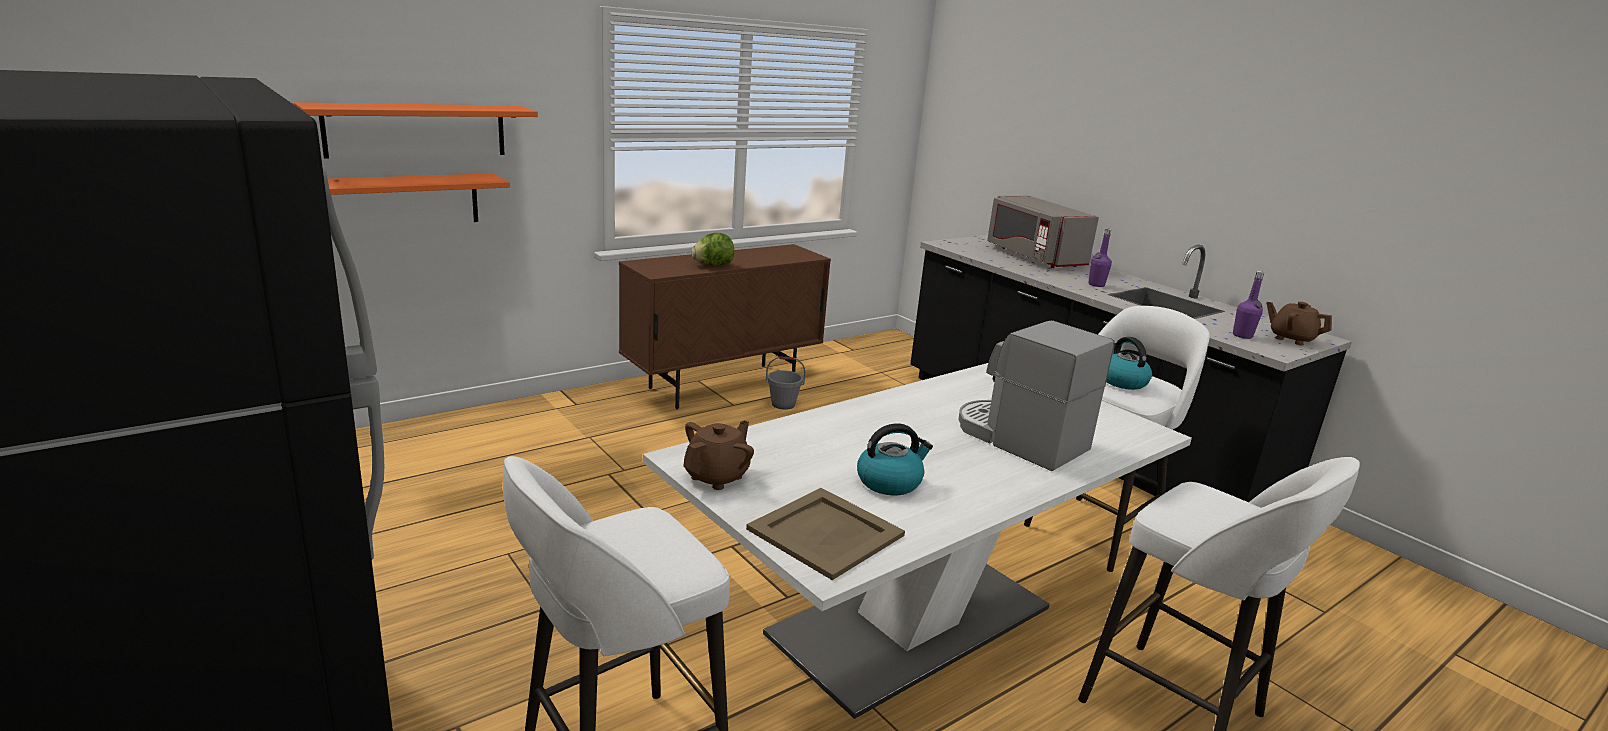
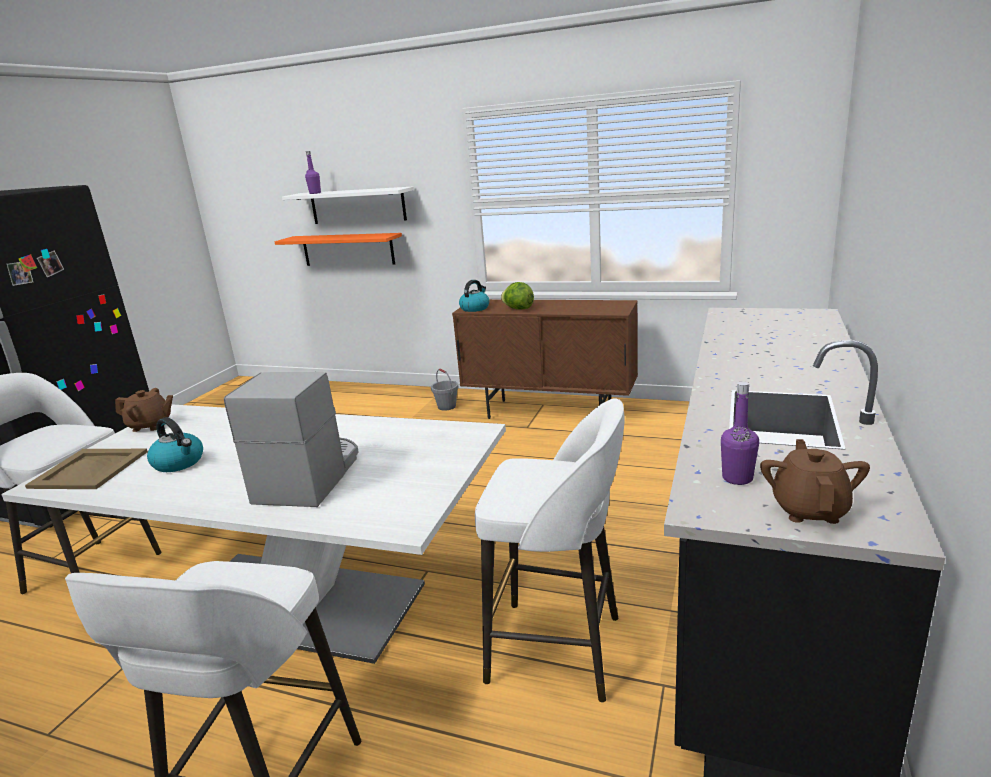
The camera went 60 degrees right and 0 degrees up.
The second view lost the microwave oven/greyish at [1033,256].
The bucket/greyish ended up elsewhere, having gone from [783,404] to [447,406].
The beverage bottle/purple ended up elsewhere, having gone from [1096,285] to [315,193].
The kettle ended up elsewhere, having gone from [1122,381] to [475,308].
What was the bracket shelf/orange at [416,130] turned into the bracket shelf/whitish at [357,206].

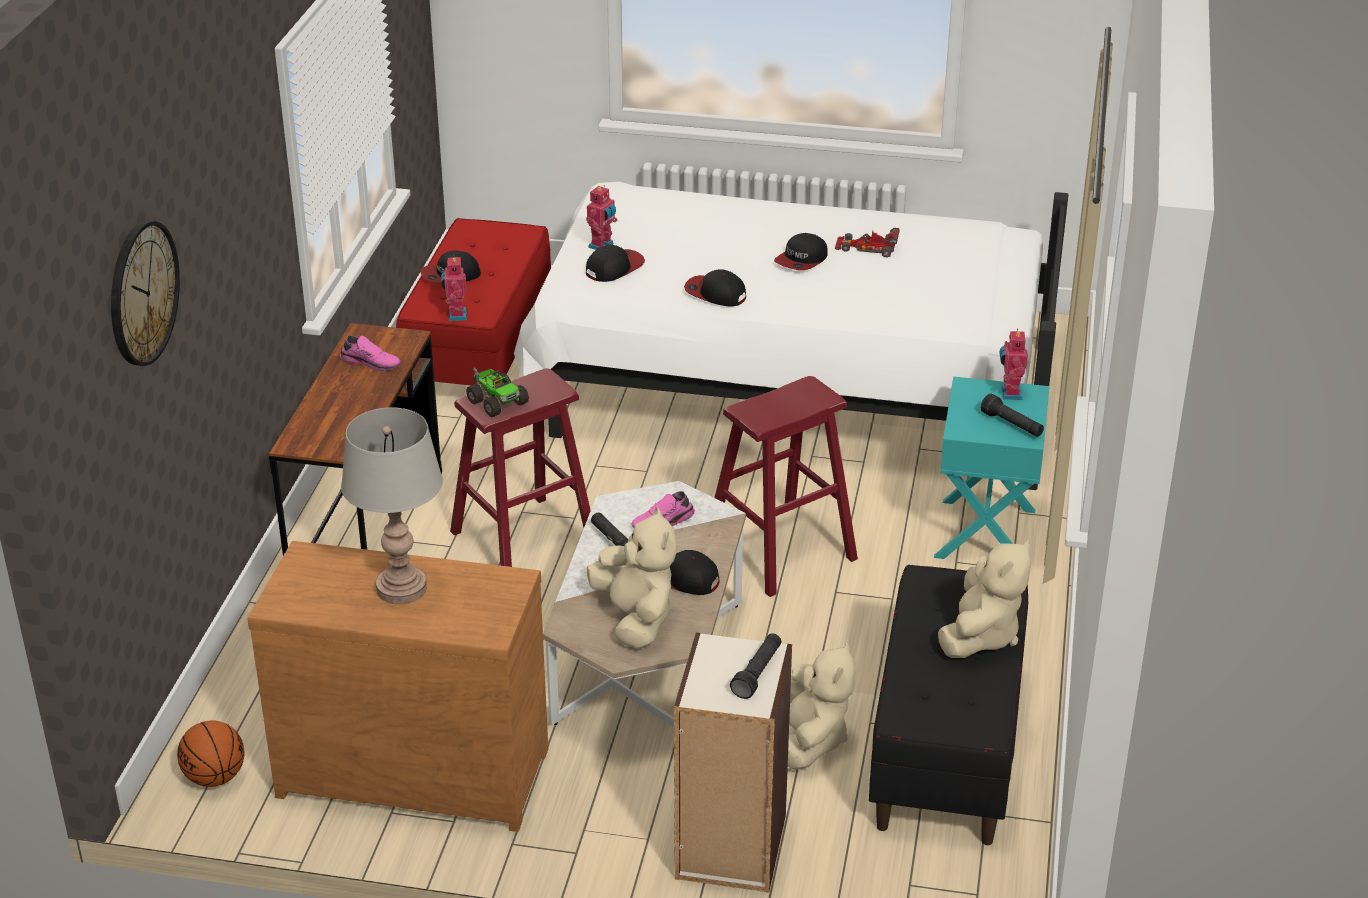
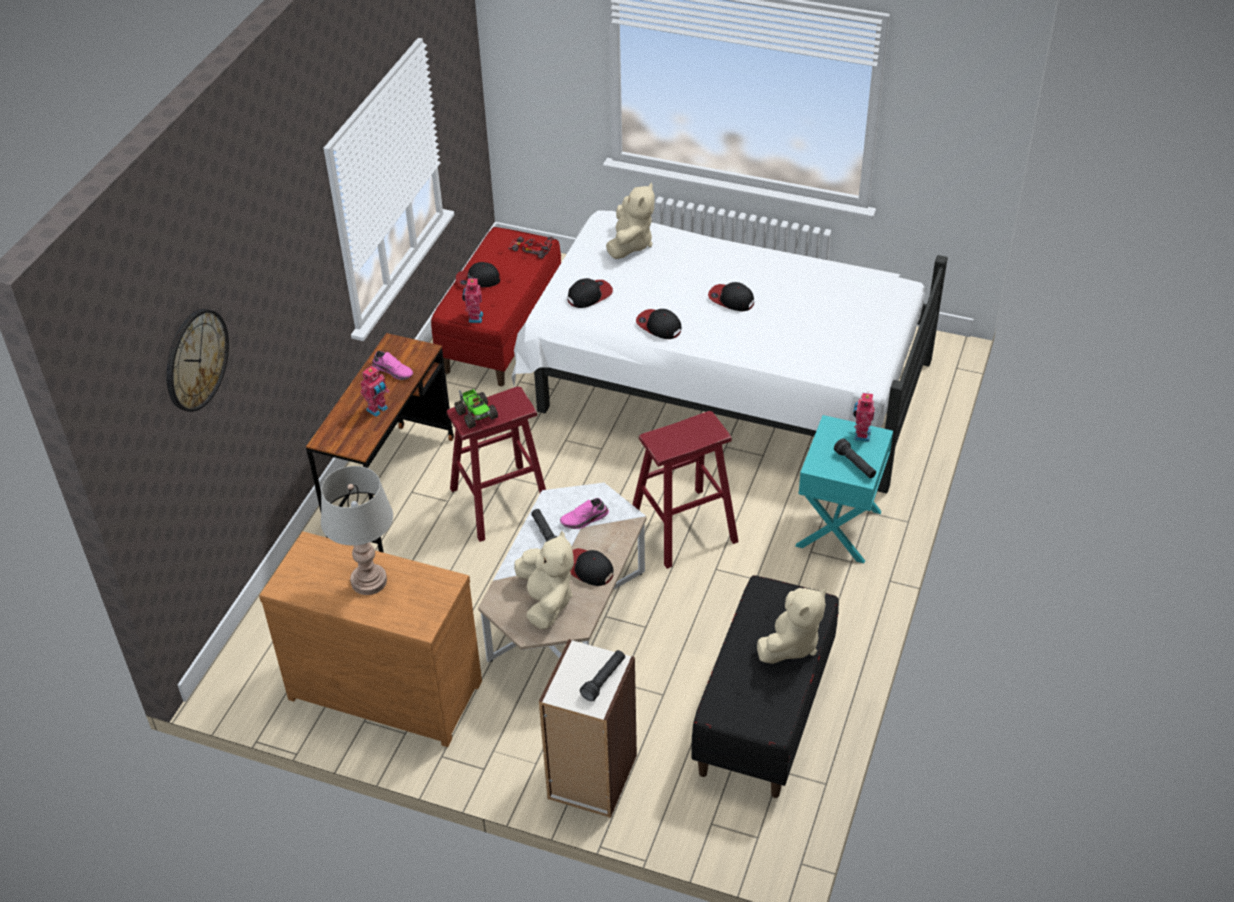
The camera went 10 degrees right and 10 degrees up.
The second view lost the basketball ball at [215,777].
The model robot ended up elsewhere, having gone from [602,246] to [378,410].
The soft toy/beige-coloured ended up elsewhere, having gone from [811,740] to [630,244].
The model car ended up elsewhere, having gone from [867,247] to [531,248].
The cap at [801,260] ended up facing another way, 75 degrees clockwise from before.

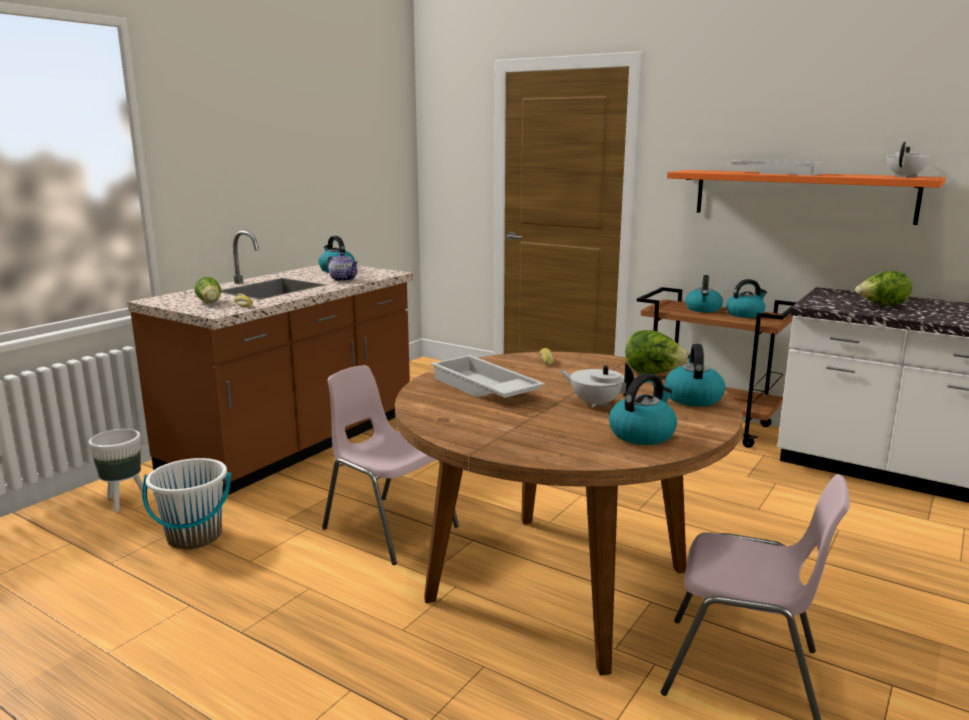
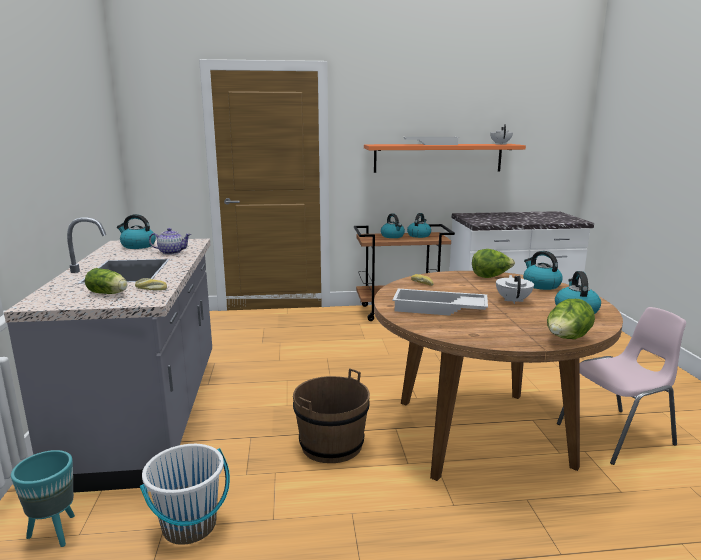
The camera went 40 degrees left and 0 degrees up.
The head of lettuce ended up elsewhere, having gone from [881,306] to [566,339].
Where the chair/pinkish stood at [388,527], the bucket/brown-coloured came to stand at [331,444].
What was the planter/whitish at [124,502] turned into the planter/turquoise at [55,533].
What was the counter/brown-coloured at [295,444] turned into the counter/greyish at [149,414].
The tea pot/whitish at [595,403] ended up facing another way, 105 degrees clockwise from before.

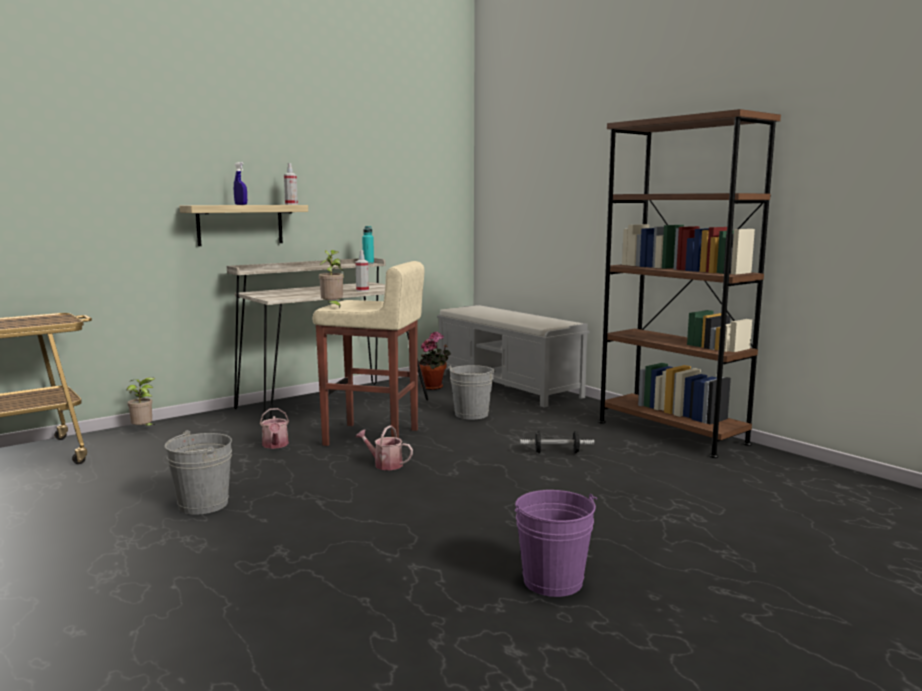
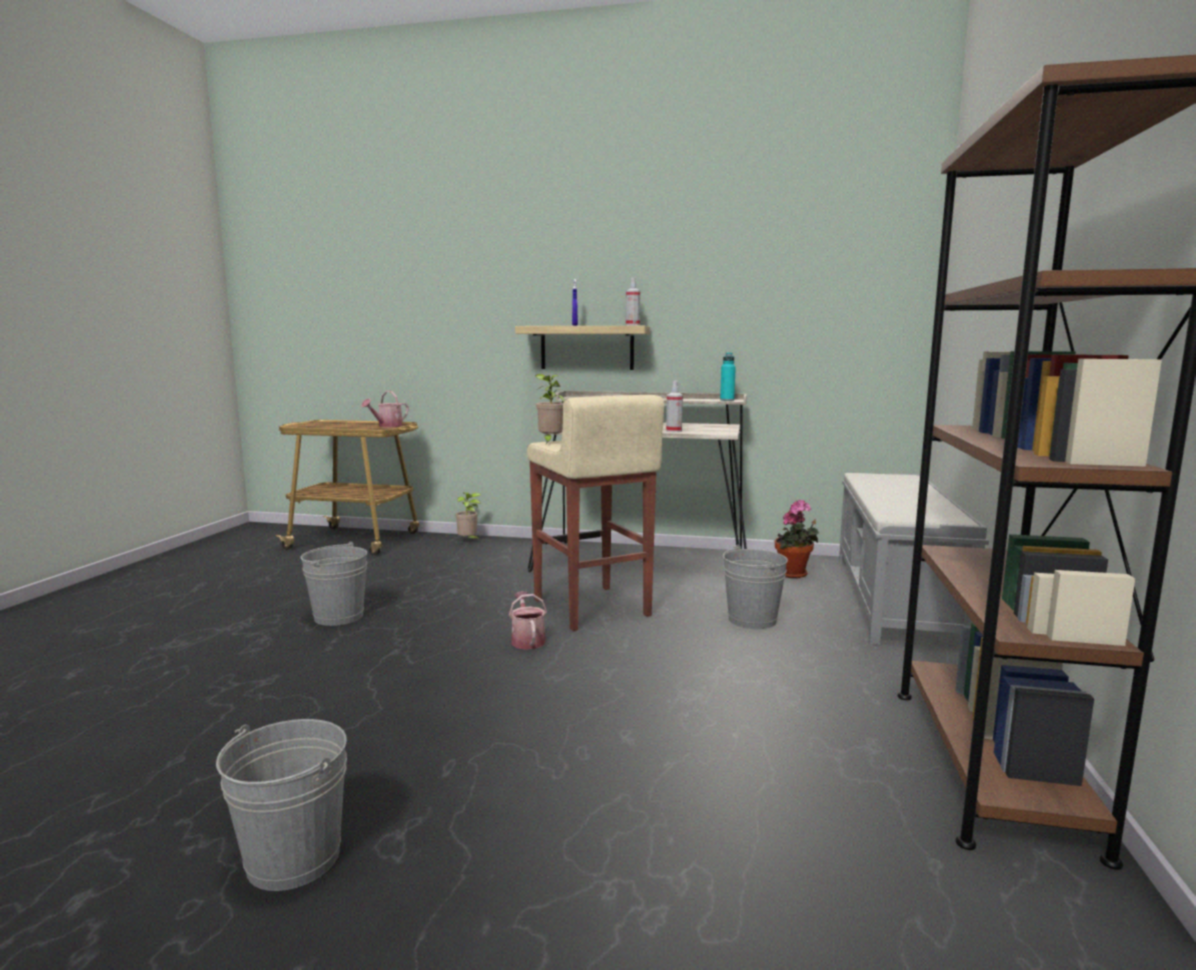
The camera went 50 degrees right and 0 degrees up.
The second view lost the dumbbell at [556,452].
The watering pot ended up elsewhere, having gone from [275,445] to [387,426].
What was the bucket/purple at [552,581] turned into the bucket/greyish at [293,858].

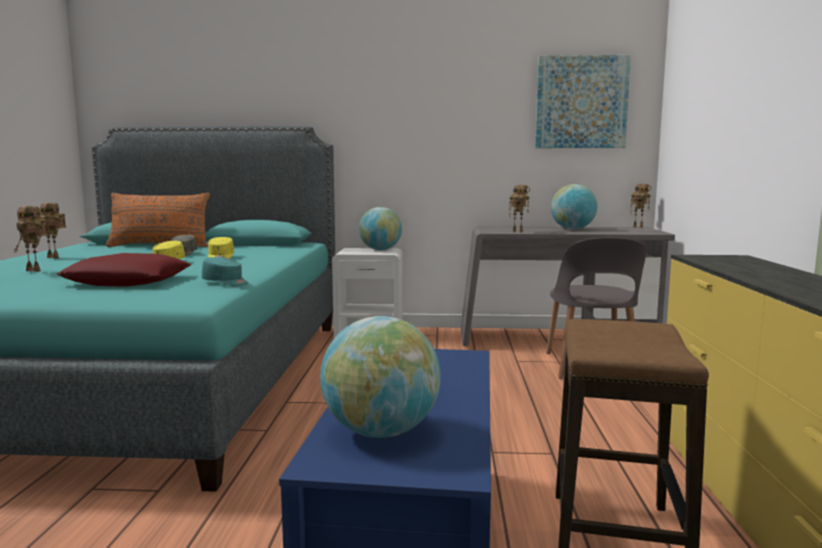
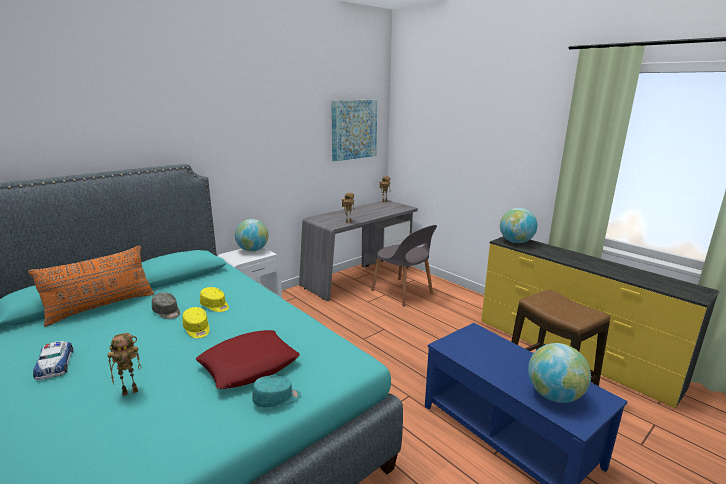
The camera went 45 degrees left and 10 degrees up.
The cap/turquoise ended up elsewhere, having gone from [226,283] to [277,399].
The globe ended up elsewhere, having gone from [573,229] to [516,242].
Where the model robot stood at [55,257], the model car came to stand at [55,364].

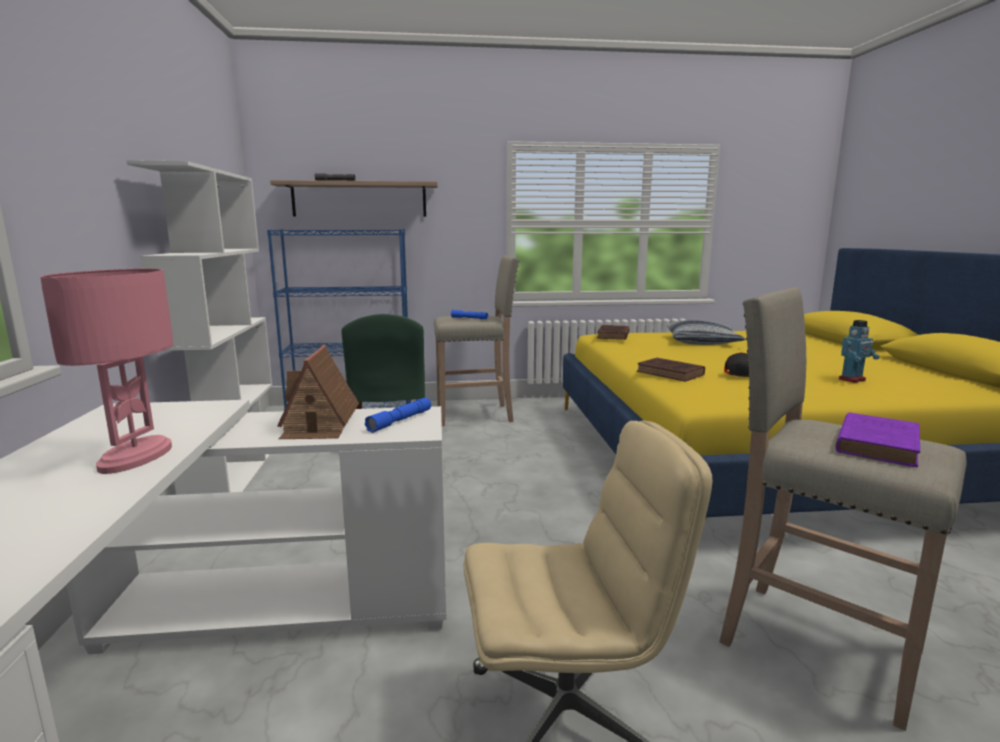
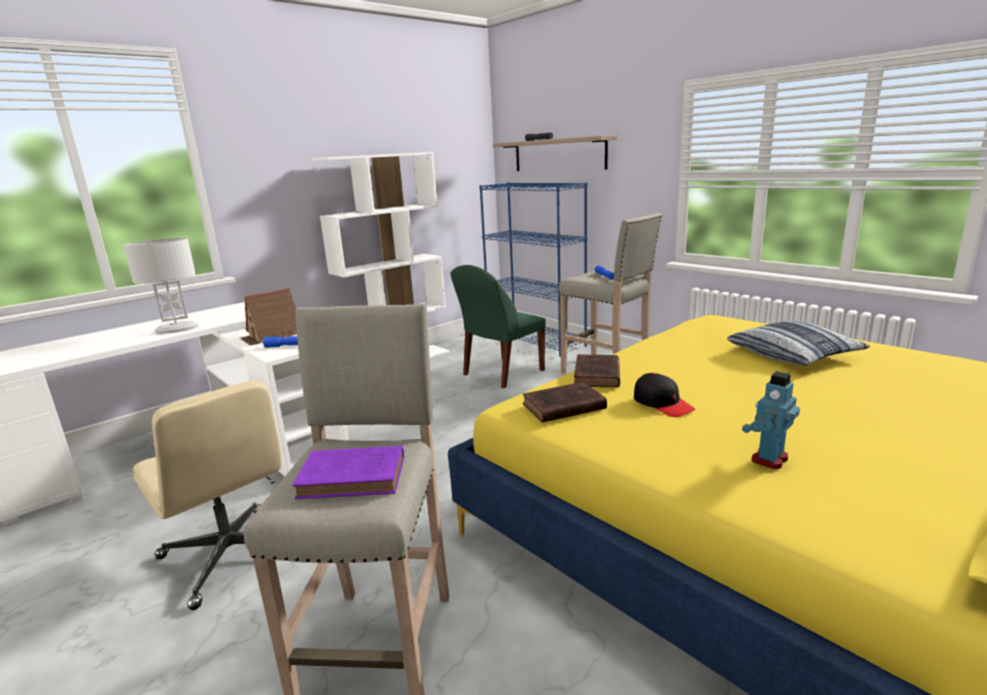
The camera went 55 degrees right and 5 degrees up.
The book/brown-coloured ended up elsewhere, having gone from [613,335] to [561,407].
What was the lamp for a table/pinkish at [137,457] turned into the lamp for a table/whitish at [177,329].
The model robot at [852,380] ended up facing another way, 105 degrees clockwise from before.

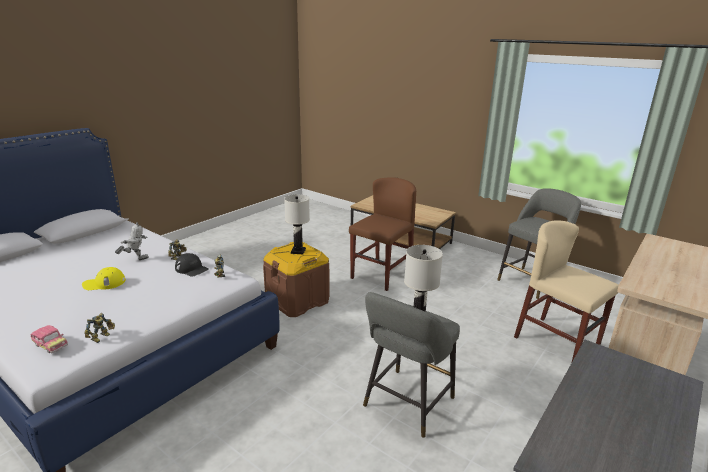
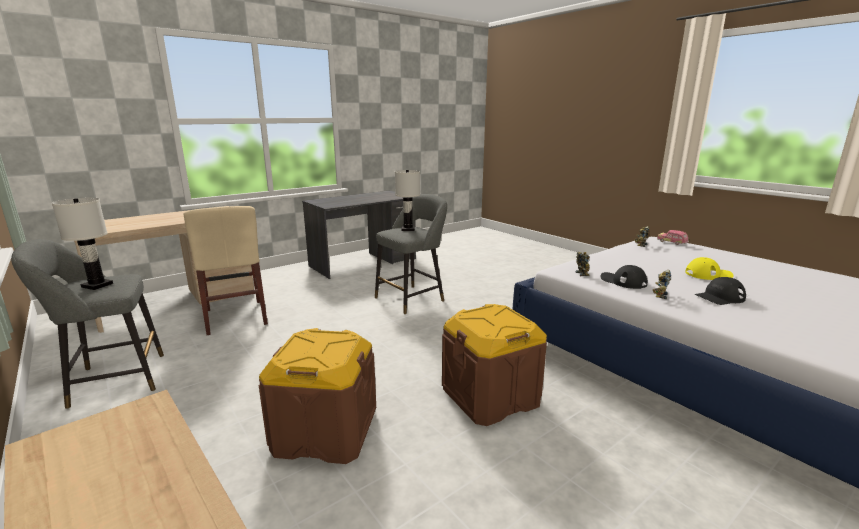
The camera went 165 degrees left and 5 degrees down.
The lamp for a table/whitish ended up elsewhere, having gone from [298,251] to [97,285].
Where the model robot stood at [135,259], the cap/black-coloured came to stand at [719,297].
Where the chair/brown-coloured stood at [381,275], the storage container/brown-coloured came to stand at [325,431].

